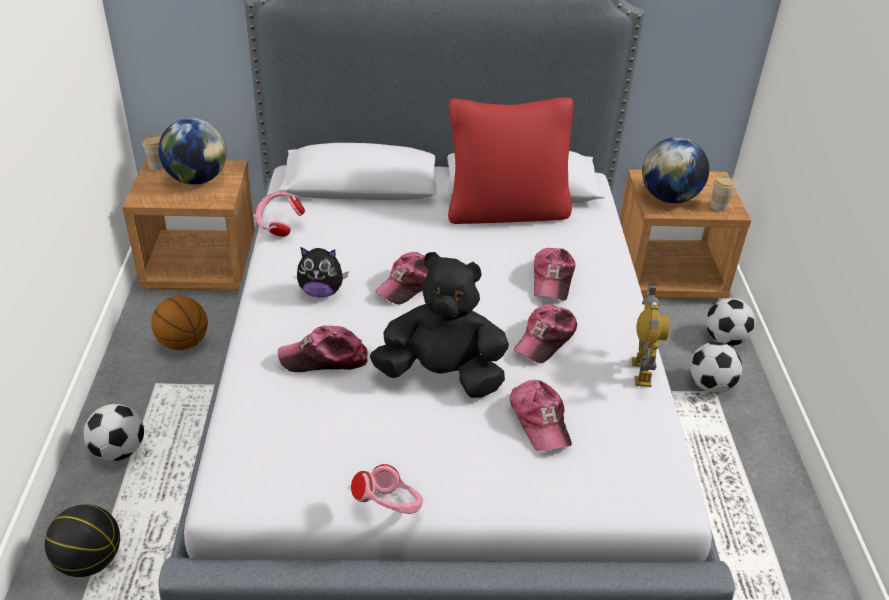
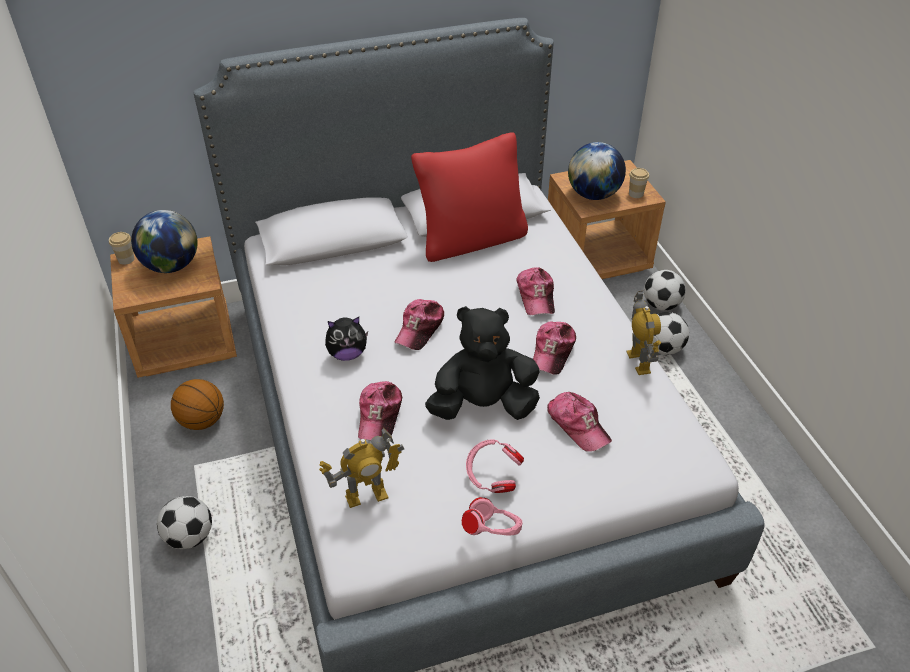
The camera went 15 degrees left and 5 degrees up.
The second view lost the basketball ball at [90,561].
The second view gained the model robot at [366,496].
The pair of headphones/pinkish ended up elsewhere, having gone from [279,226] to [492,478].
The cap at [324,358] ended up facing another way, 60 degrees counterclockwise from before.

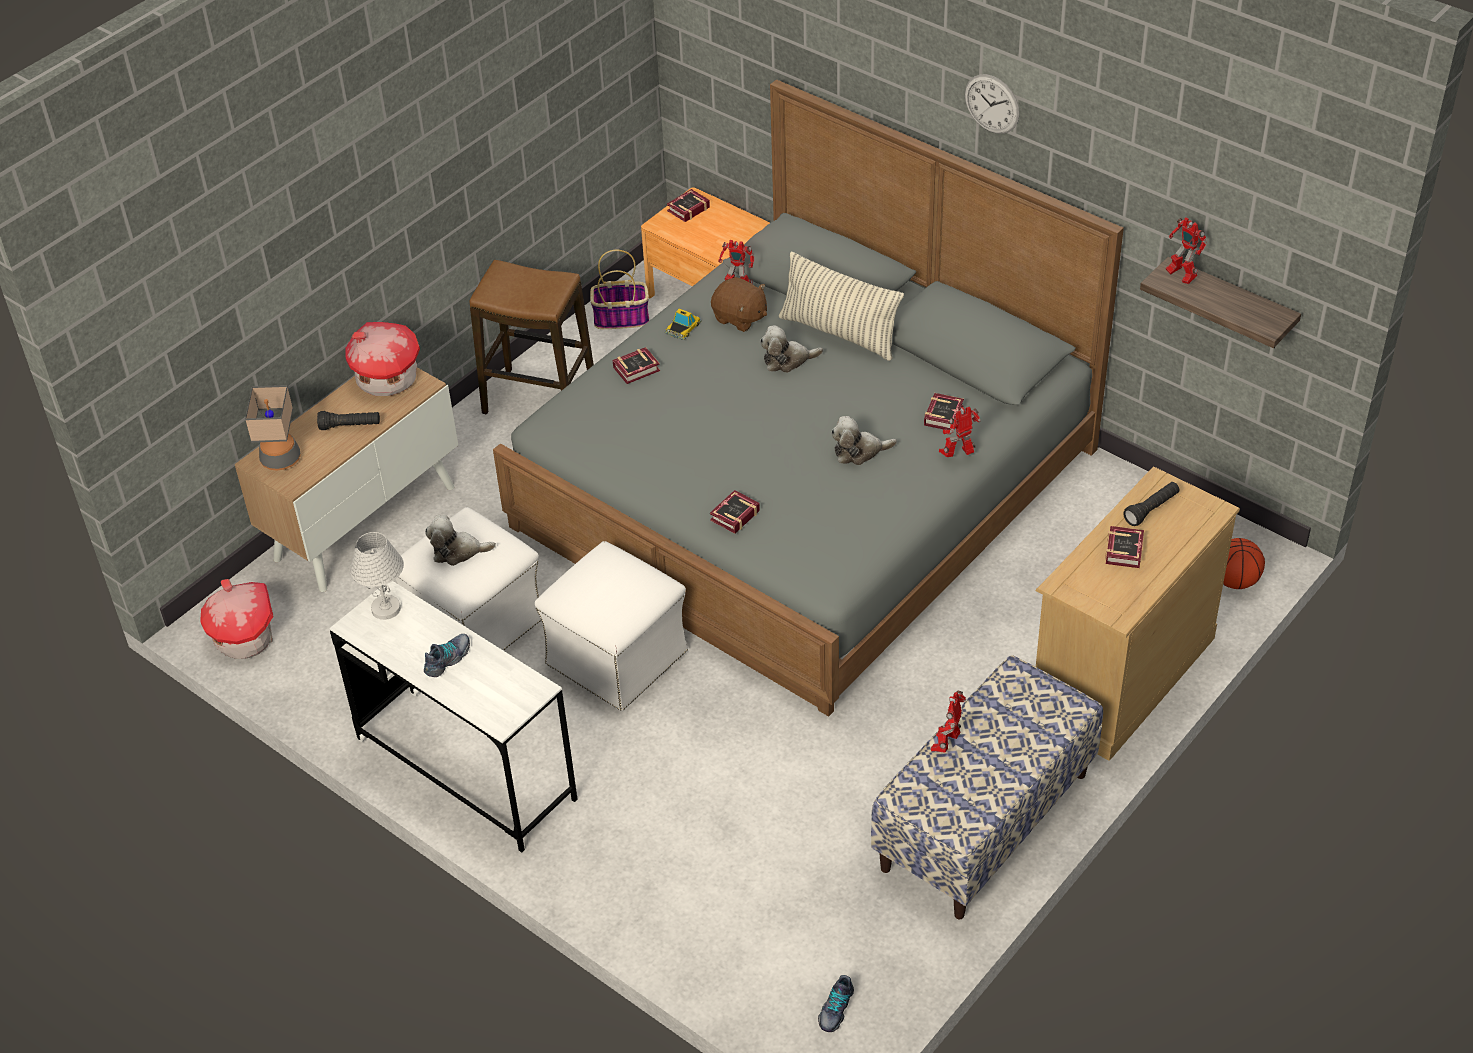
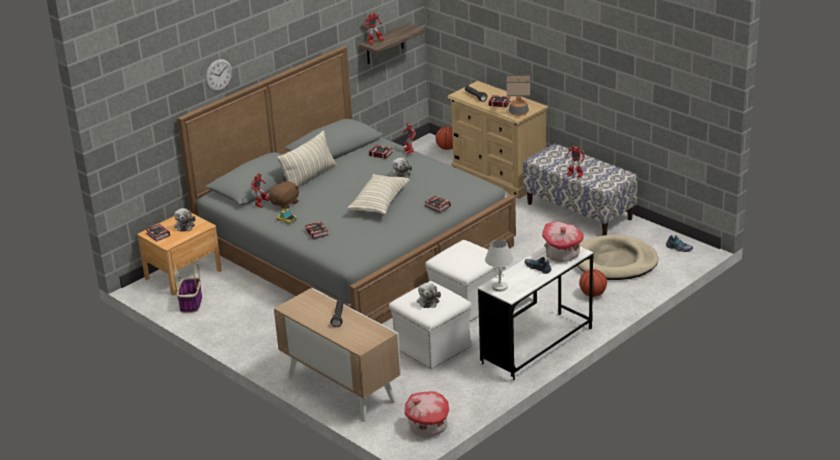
The camera went 85 degrees left and 15 degrees down.
The second view lost the stool at [539,400].
The second view gained the throw pillow at [379,203].
The second view gained the dog bed/beige-coloured at [615,262].
The second view gained the basketball ball at [593,294].
The lamp for a table ended up elsewhere, having gone from [280,459] to [518,112].
The toy house ended up elsewhere, having gone from [386,380] to [562,254].
The soft toy ended up elsewhere, having gone from [787,360] to [185,225].
The hanging clock ended up elsewhere, having gone from [992,104] to [218,75].

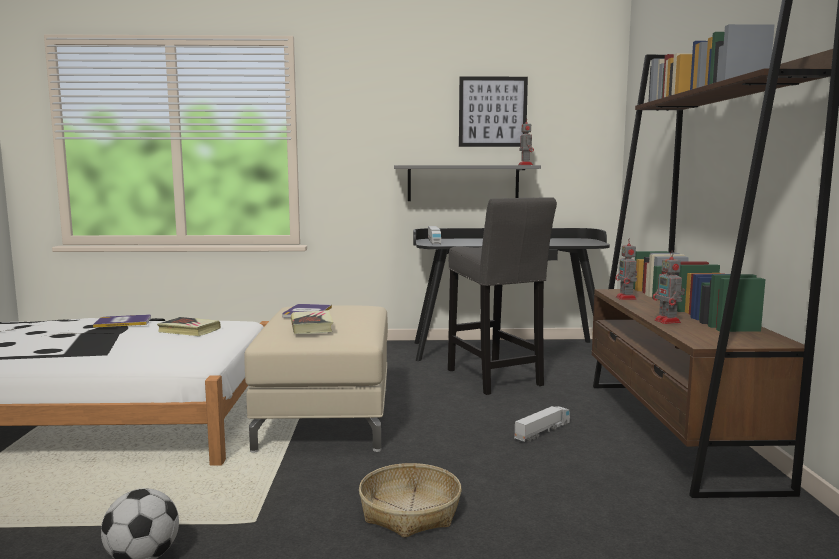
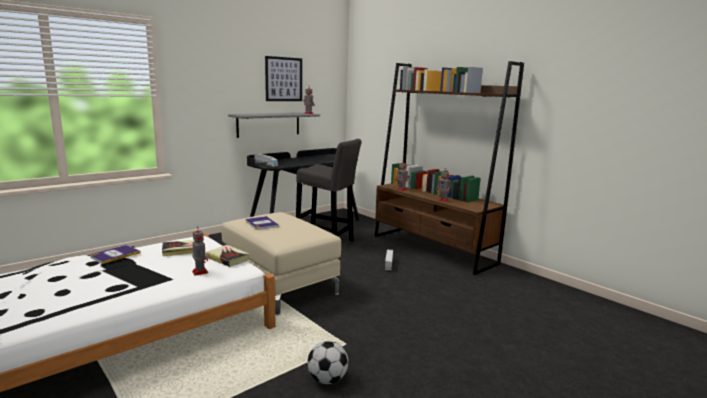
The camera went 40 degrees left and 5 degrees up.
The second view lost the basket at [410,512].
The second view gained the model robot at [200,272].
The book ended up elsewhere, having gone from [311,326] to [228,258].

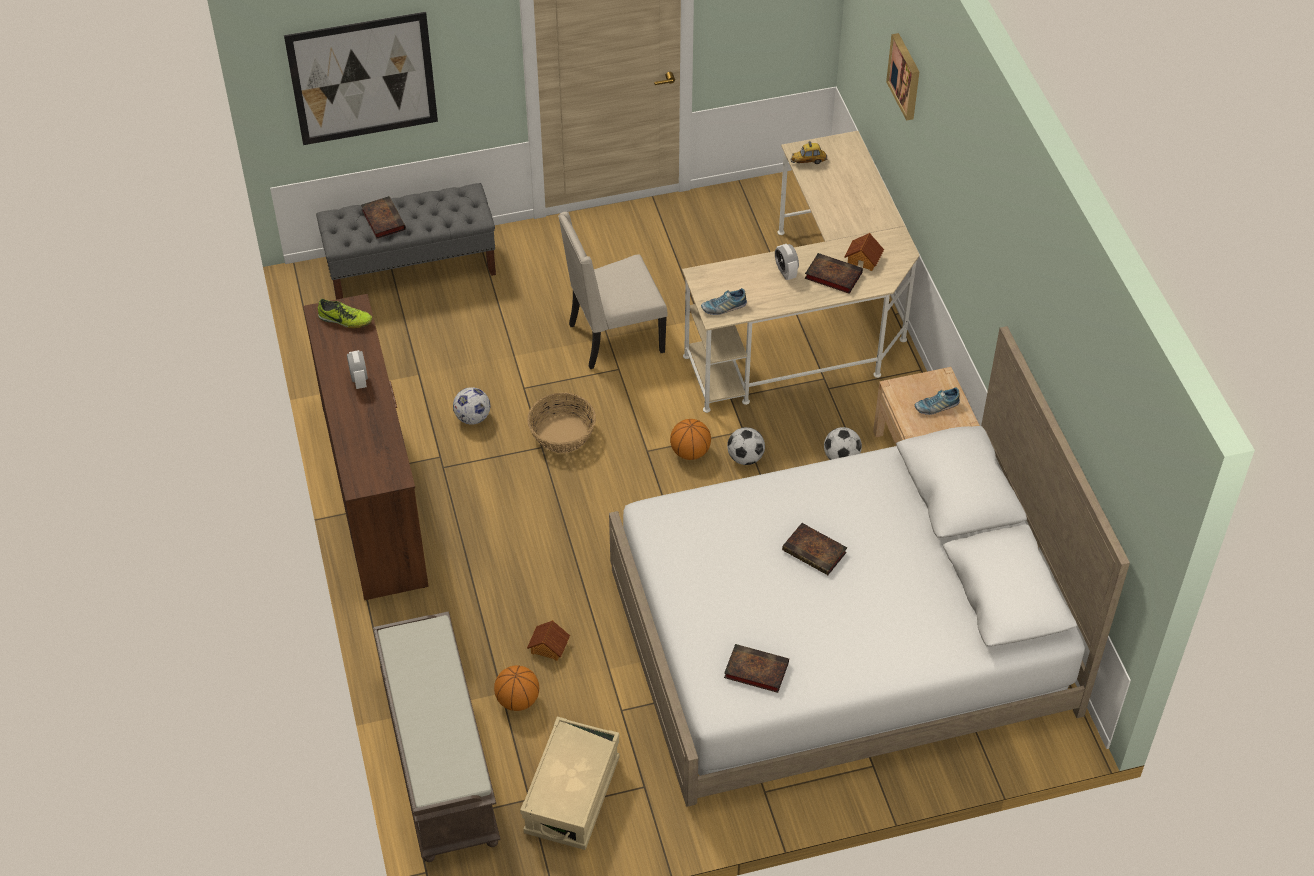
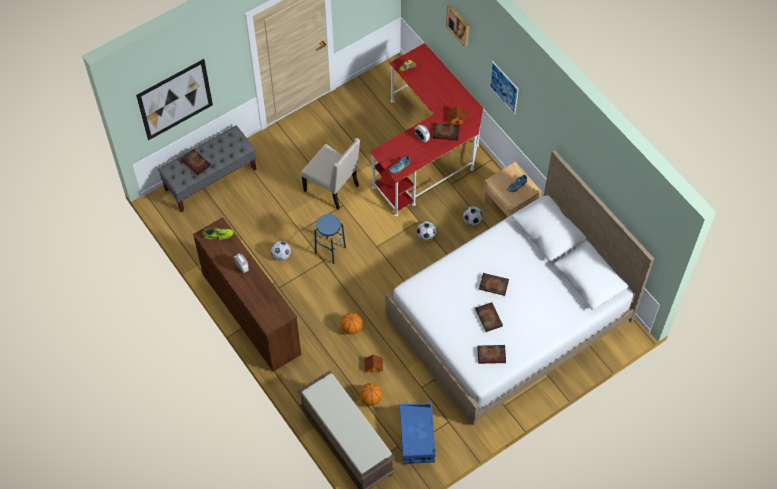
The camera went 20 degrees left and 10 degrees up.
The second view gained the book at [489,318].
The second view gained the wall picture at [504,87].
The basketball ball ended up elsewhere, having gone from [690,452] to [351,328].
Where the basket stood at [562,433], the stool/bluish came to stand at [330,250].
What was the storage container/beige-coloured at [572,796] turned into the storage container/bluish at [417,438].
What was the desk unit/beige-coloured at [810,324] turned into the desk unit/red-coloured at [428,150].
The chair/beige-coloured at [613,338] ended up facing another way, 105 degrees counterclockwise from before.

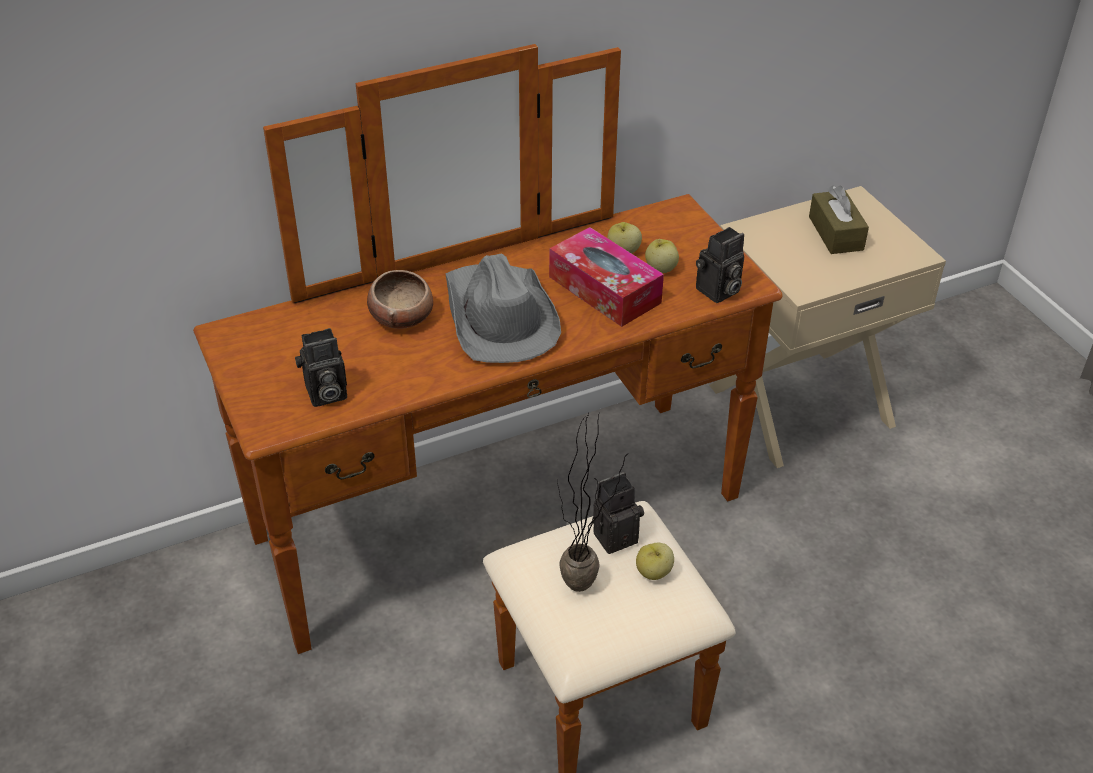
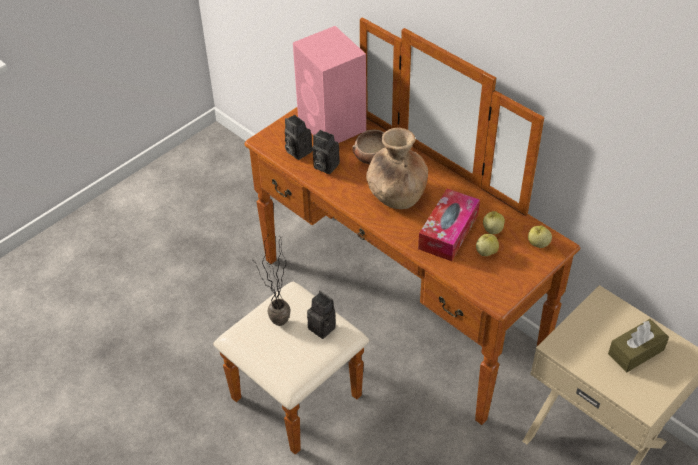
The camera went 70 degrees right and 5 degrees up.
The second view gained the audio speaker/pinkish at [332,125].
The whole apple ended up elsewhere, having gone from [654,572] to [538,244].
The still camera ended up elsewhere, having gone from [717,292] to [324,166].
Where the wearable hat/greyish stood at [499,316], the decorative vase/brown-coloured came to stand at [396,194].

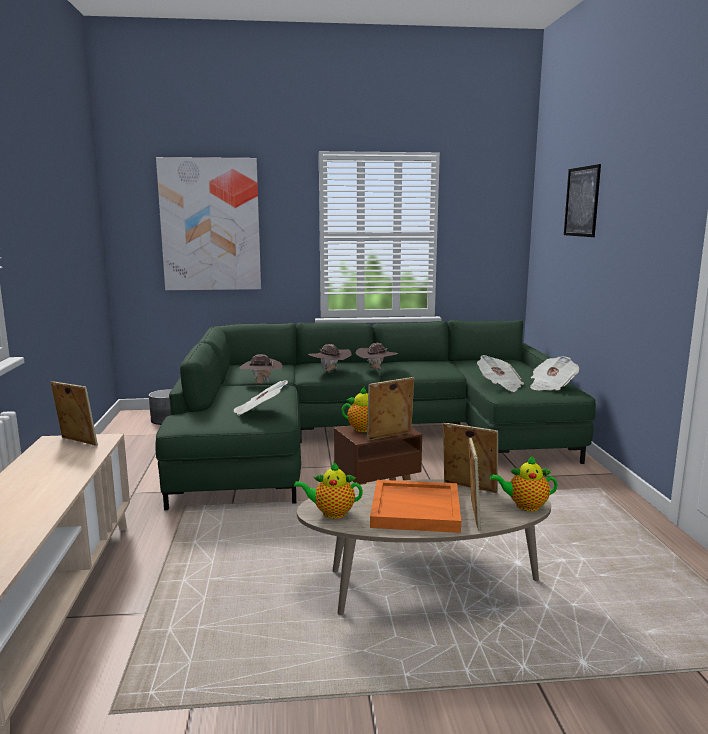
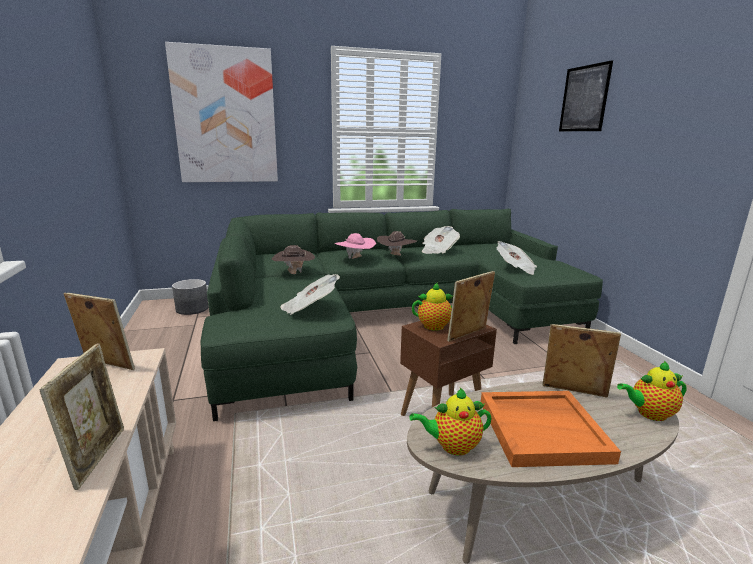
The camera went 10 degrees left and 5 degrees up.
The photo frame ended up elsewhere, having gone from [473,516] to [98,456].
The newspaper ended up elsewhere, having gone from [551,386] to [438,250].
What was the wearable hat/brown-coloured at [330,371] turned into the wearable hat/pinkish at [355,259].

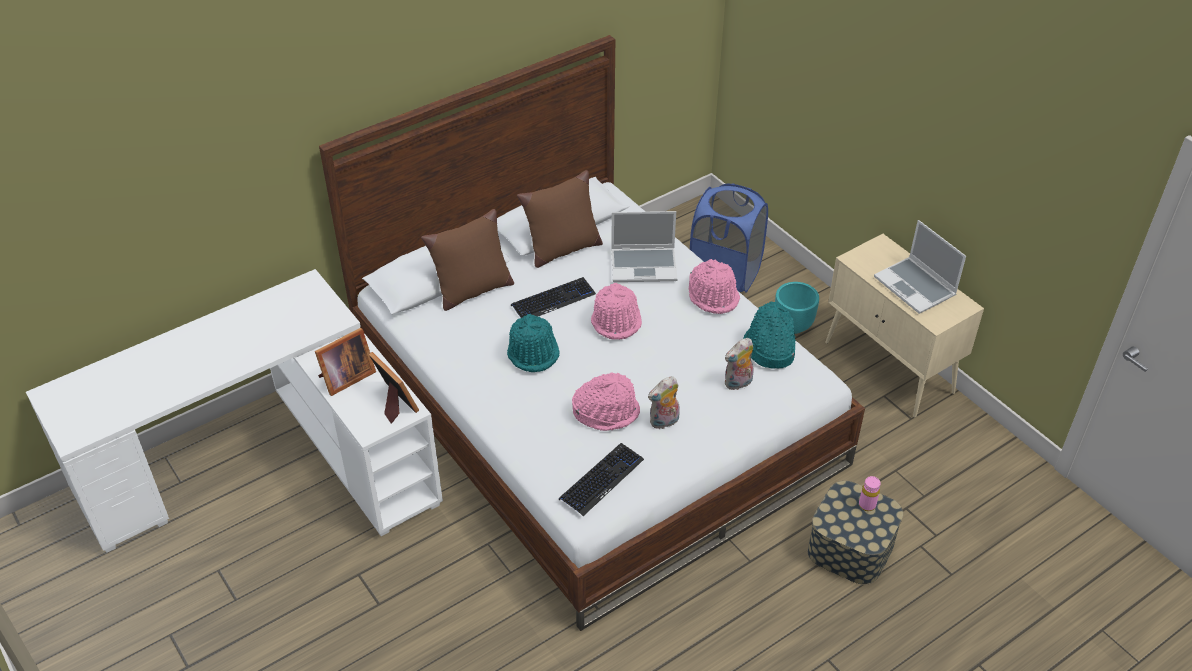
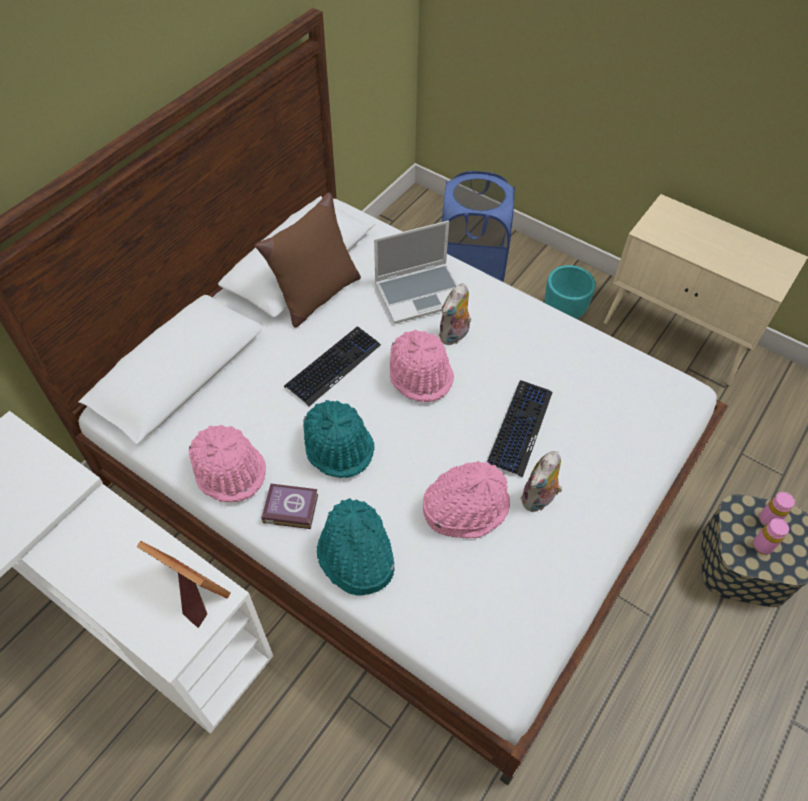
The camera went 20 degrees left and 10 degrees up.
The second view lost the photo frame at [345,378].
The second view lost the throw pillow/brown-coloured at [472,291].
The second view lost the laptop at [916,287].
The second view gained the book at [289,507].
The second view gained the beverage bottle/pinkish at [762,546].
The keyboard ended up elsewhere, having gone from [601,479] to [519,428].
The wearable hat/pinkish ended up elsewhere, having gone from [713,296] to [230,470].
The soft toy ended up elsewhere, having gone from [738,383] to [454,336].
The wearable hat/turquoise ended up elsewhere, having gone from [769,349] to [355,557].

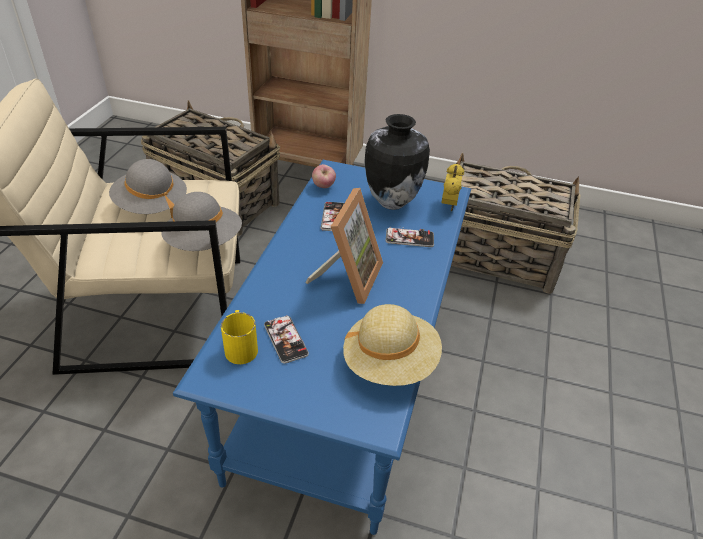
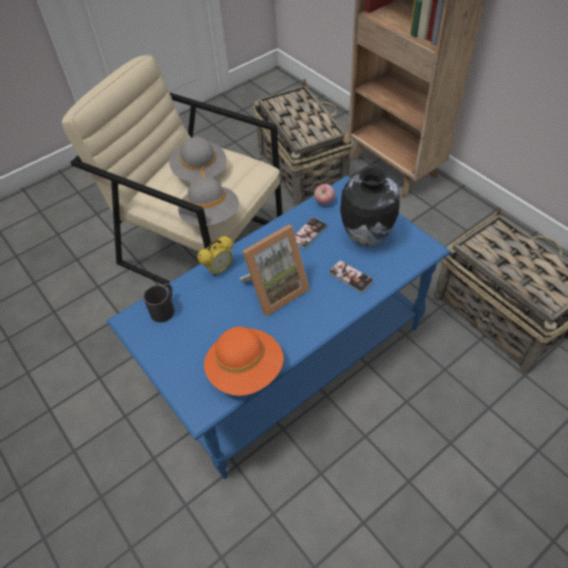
The camera went 40 degrees right and 10 degrees up.
The second view lost the phone at [285,339].
The table clock ended up elsewhere, having gone from [449,205] to [219,269].
What was the coffee mug/yellowish at [240,346] turned into the coffee mug/black-coloured at [165,308].
What was the wearable hat/beige-coloured at [390,362] turned into the wearable hat/orange at [245,370].

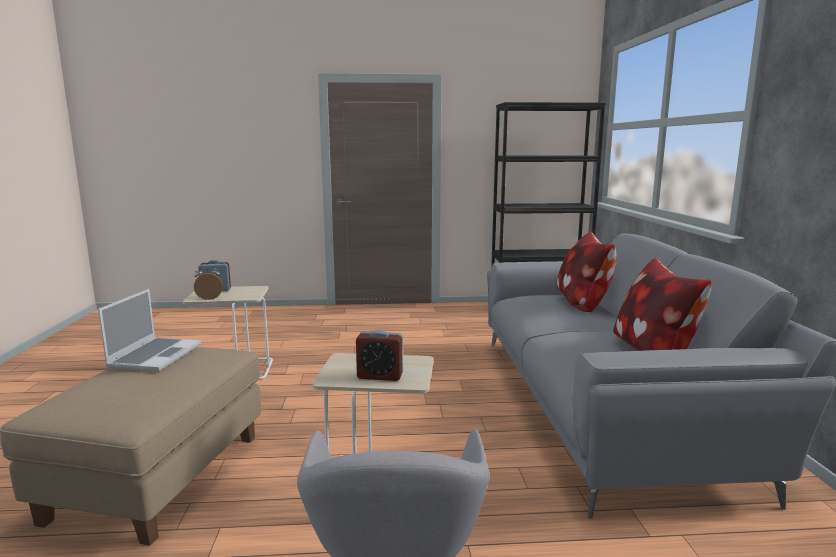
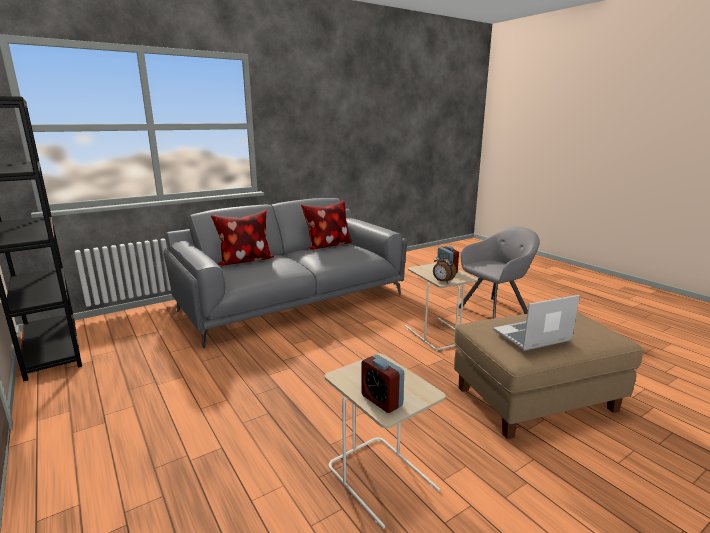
The camera went 120 degrees left and 5 degrees up.
The table clock ended up elsewhere, having gone from [209,298] to [442,281].

